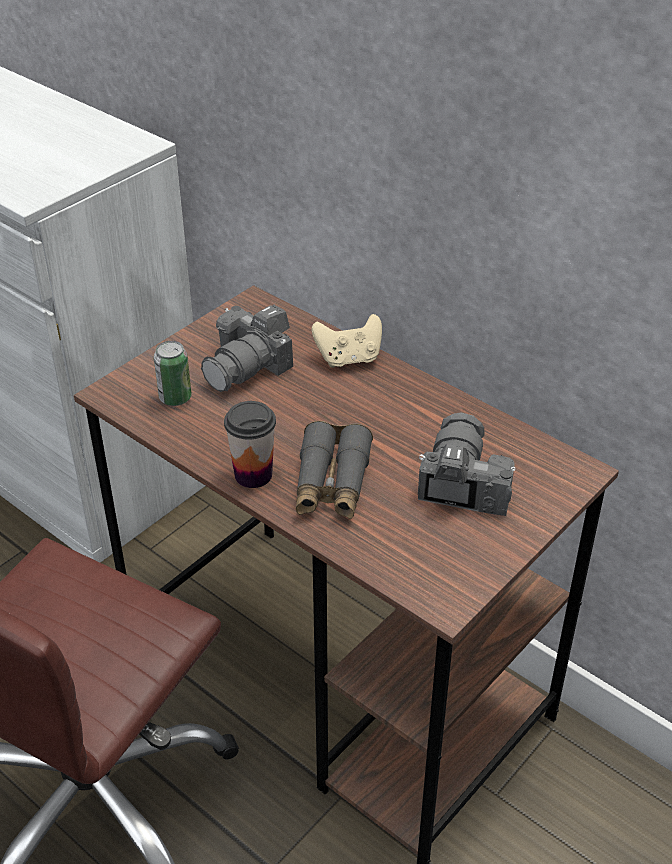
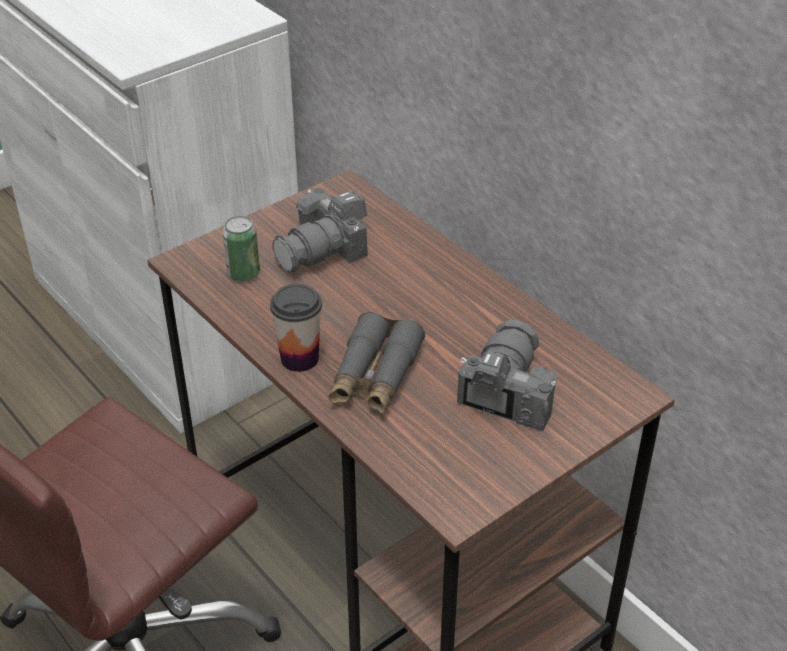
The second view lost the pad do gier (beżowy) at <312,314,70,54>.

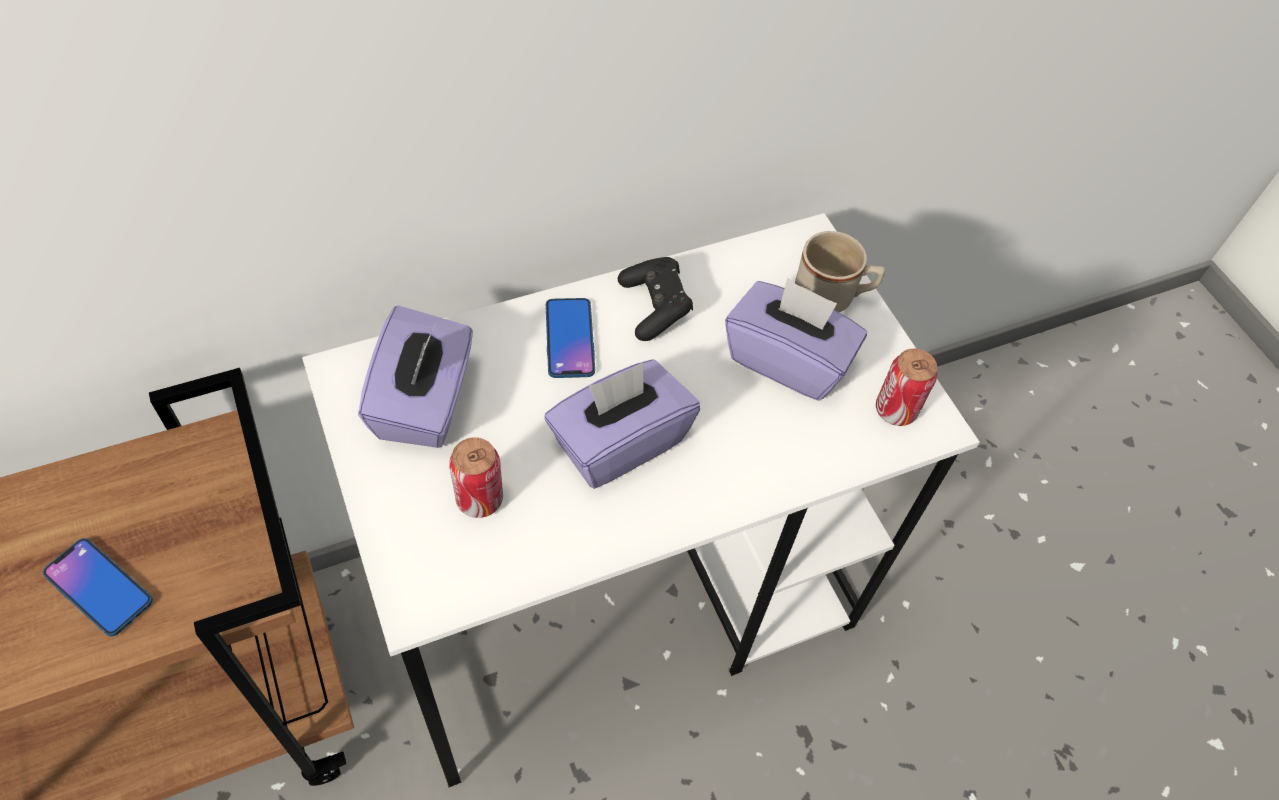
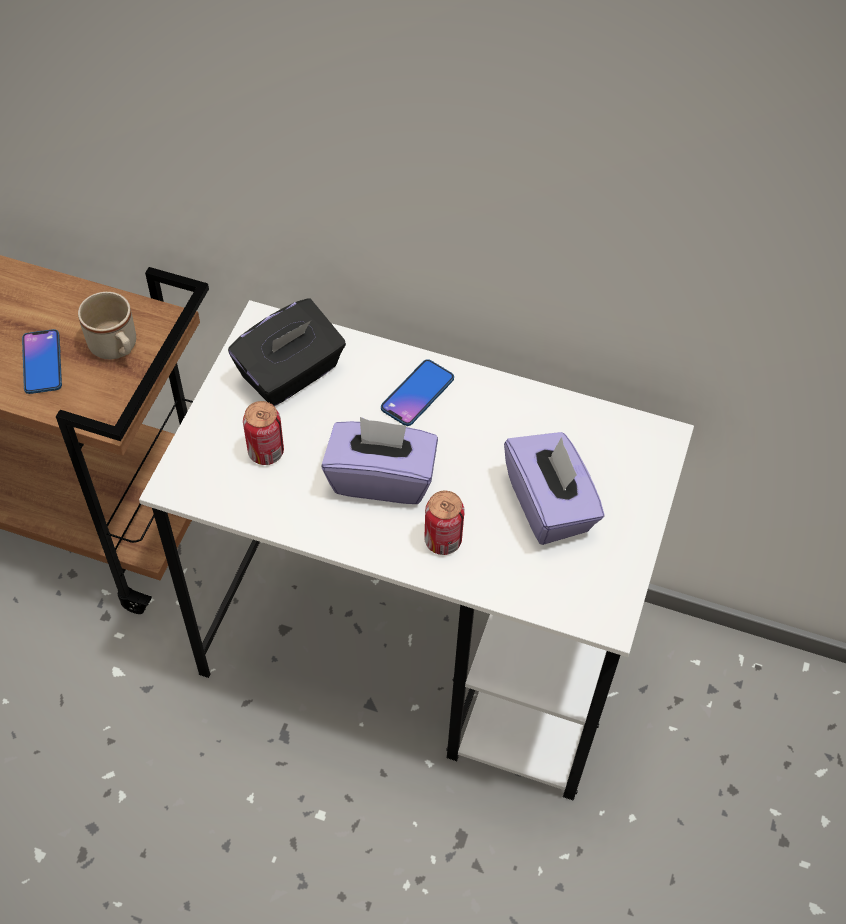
The kubek (beżowy) ended up elsewhere, having gone from <795,231,90,81> to <78,292,58,67>.
What was the pudełko chusteczek (fioletowy) at <358,305,115,143> turned into the pudełko chusteczek (czarny) at <228,298,118,108>.
The puszka ended up elsewhere, having gone from <876,349,61,77> to <424,491,41,64>.
The second view lost the pad do gier (czarny) at <618,257,75,84>.

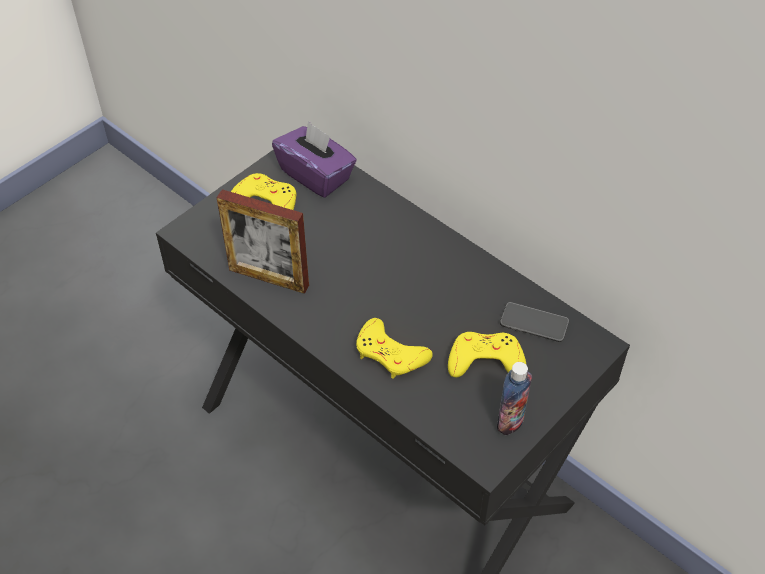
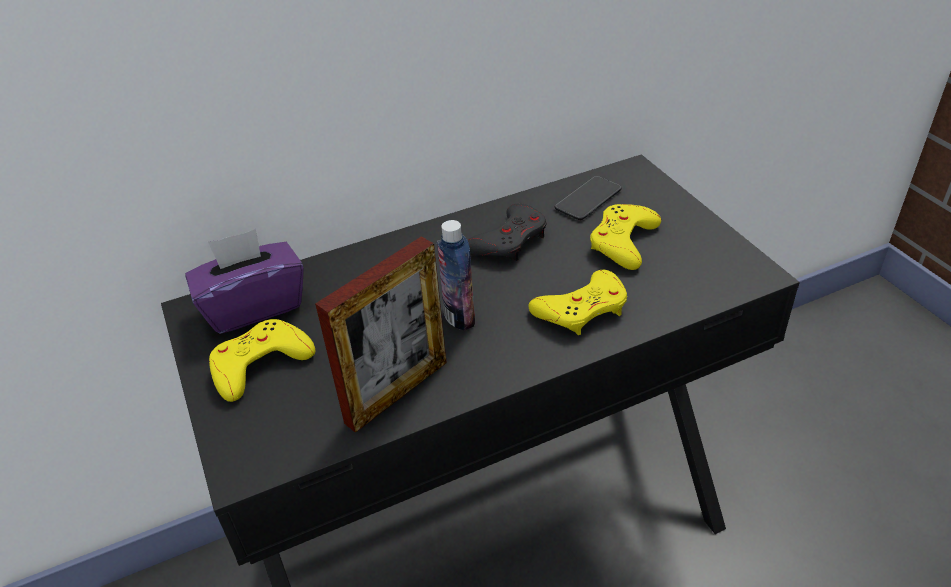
The butelka ended up elsewhere, having gone from <497,362,35,73> to <437,220,38,111>.
The second view gained the pad do gier (szary) at <468,203,79,58>.

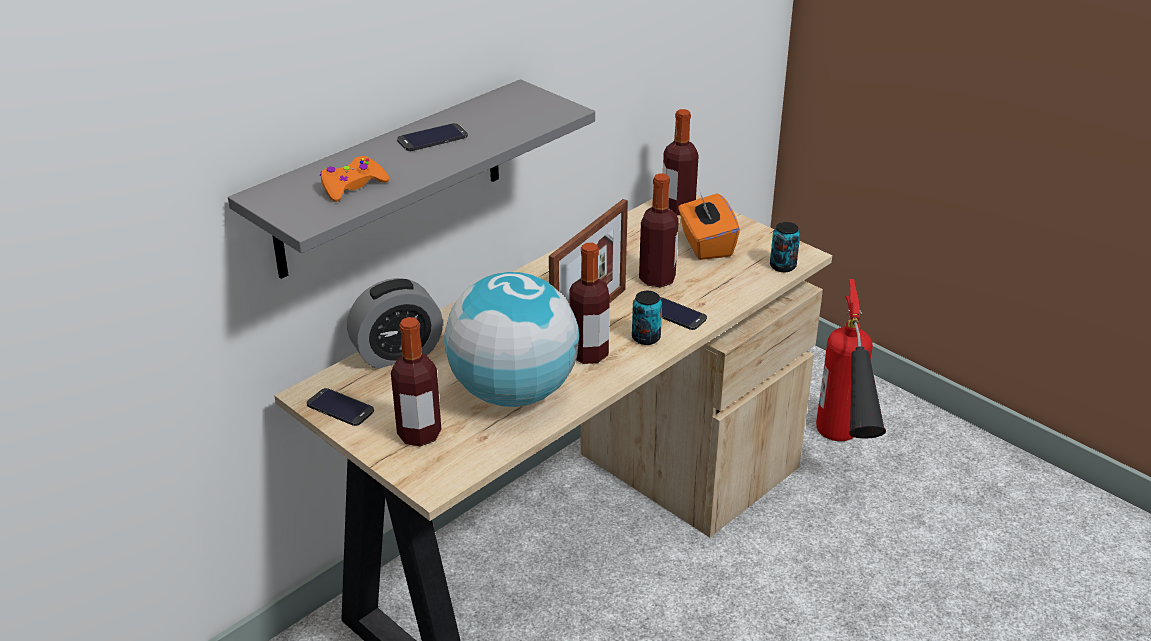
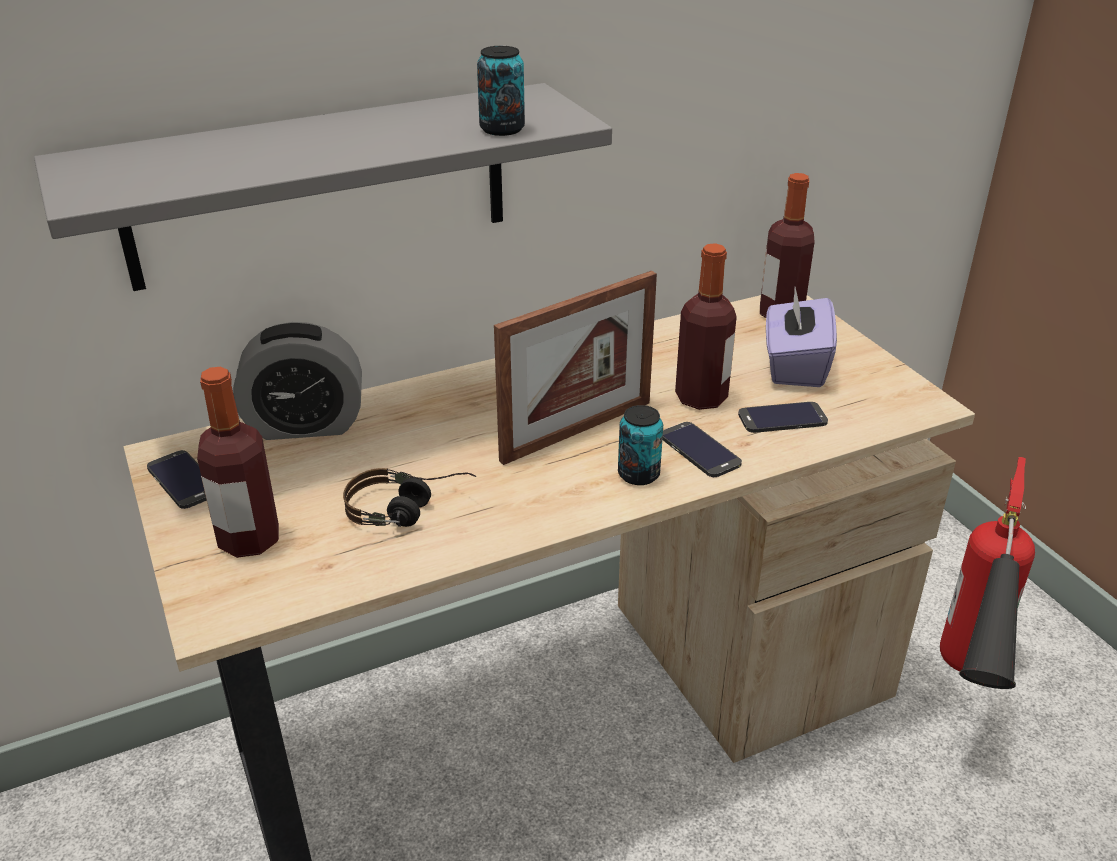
Where the globus stood at <444,272,135,135>, the słuchawki came to stand at <343,468,133,59>.
The puszka ended up elsewhere, having gone from <770,222,30,50> to <477,46,48,90>.
The telefon ended up elsewhere, having gone from <397,123,71,28> to <738,402,90,31>.
What was the pudełko chusteczek (pomarańczowy) at <678,190,62,70> turned into the pudełko chusteczek (fioletowy) at <766,287,71,100>.
The second view lost the pad do gier (pomarańczowy) at <320,156,69,46>.
The second view lost the butelka at <569,243,41,121>.

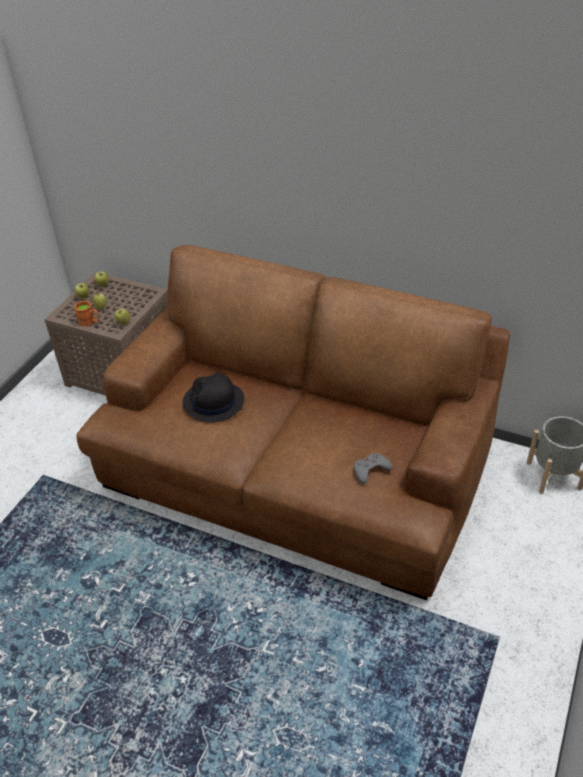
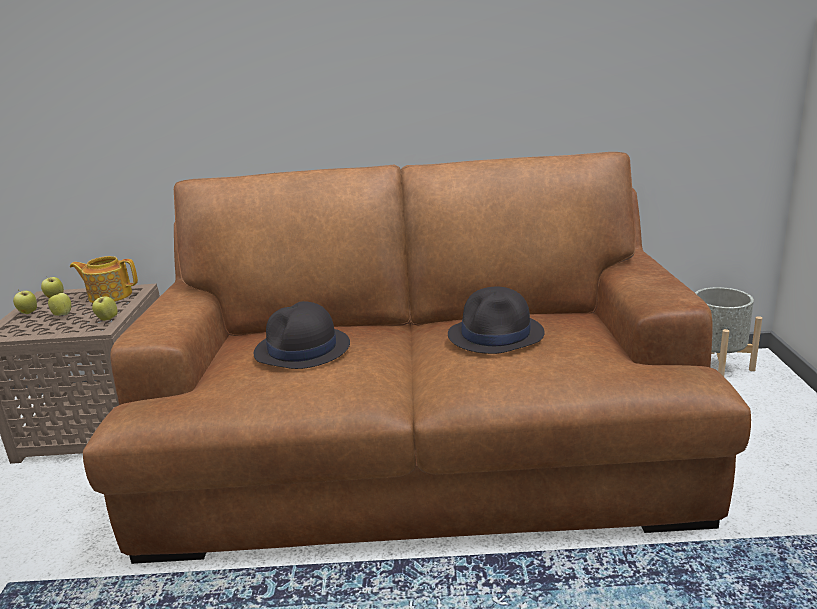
The second view gained the imbryk at <70,256,68,47>.
The second view gained the kapelusz (czarny) at <448,287,96,67>.
The second view lost the kubek (pomarańczowy) at <74,301,26,25>.
The second view lost the pad do gier (szary) at <354,453,39,31>.

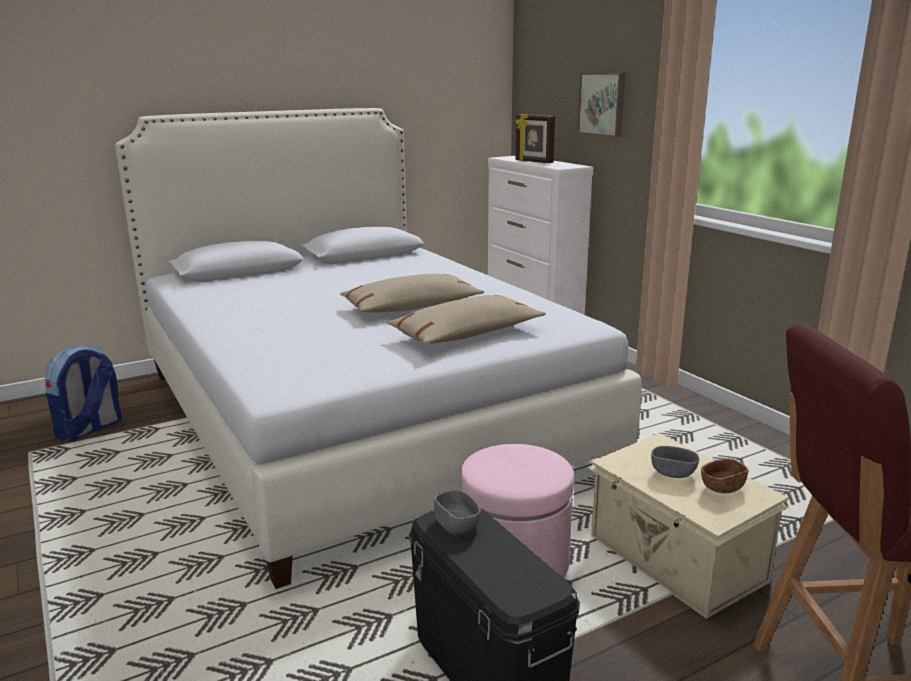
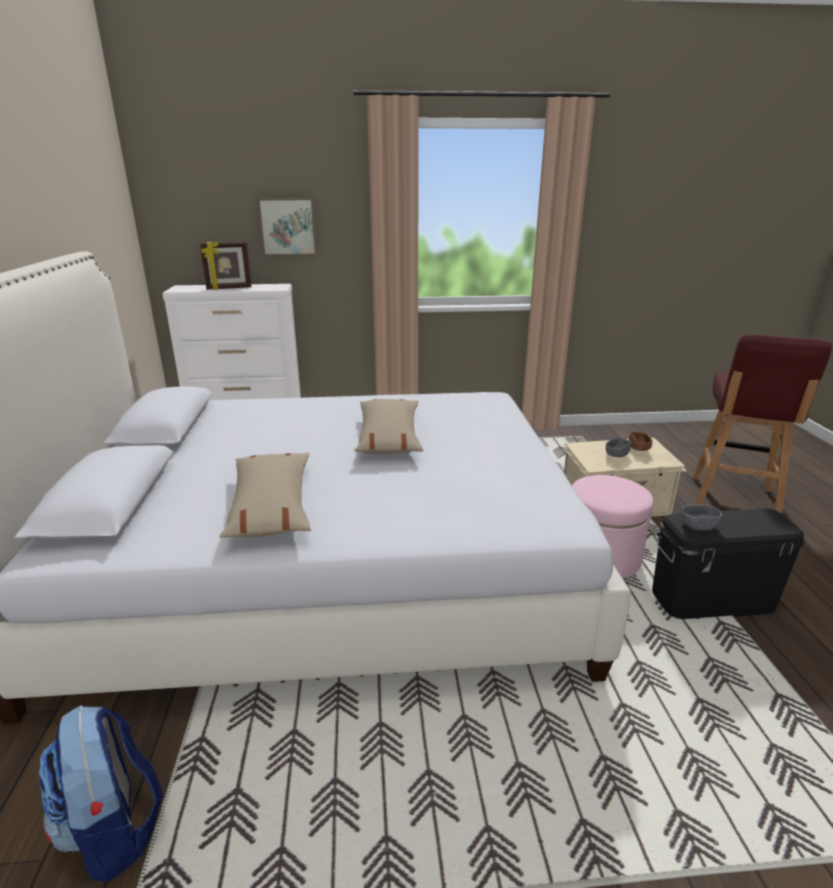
The poduszka (beżowy) ended up elsewhere, having gone from <387,295,159,49> to <219,452,92,86>.

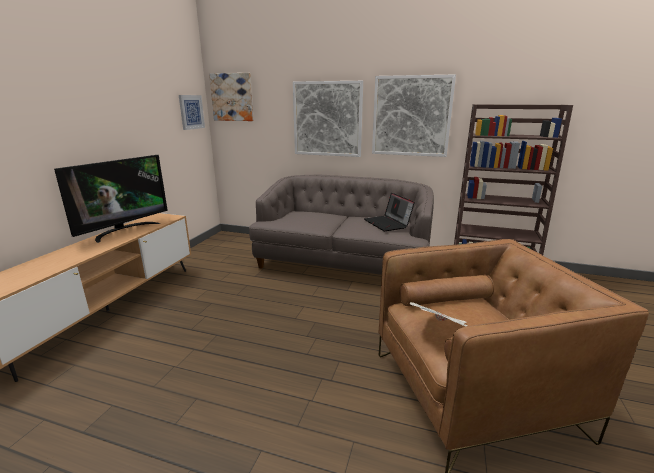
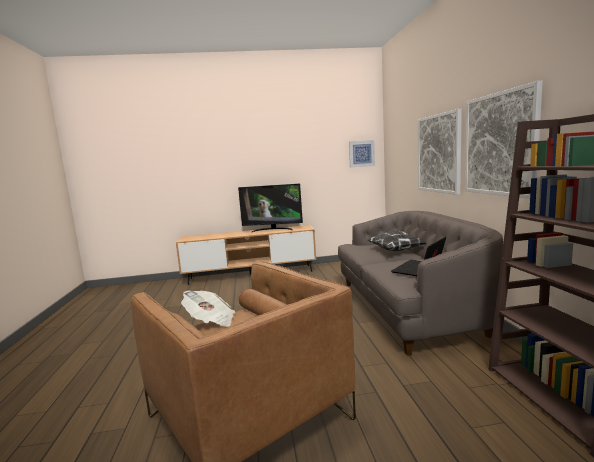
The second view gained the poduszka at <368,230,59,21>.
The second view lost the obraz at <209,73,45,48>.

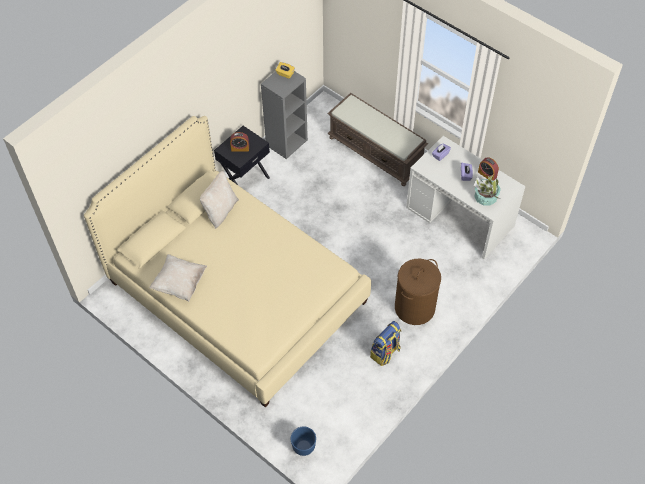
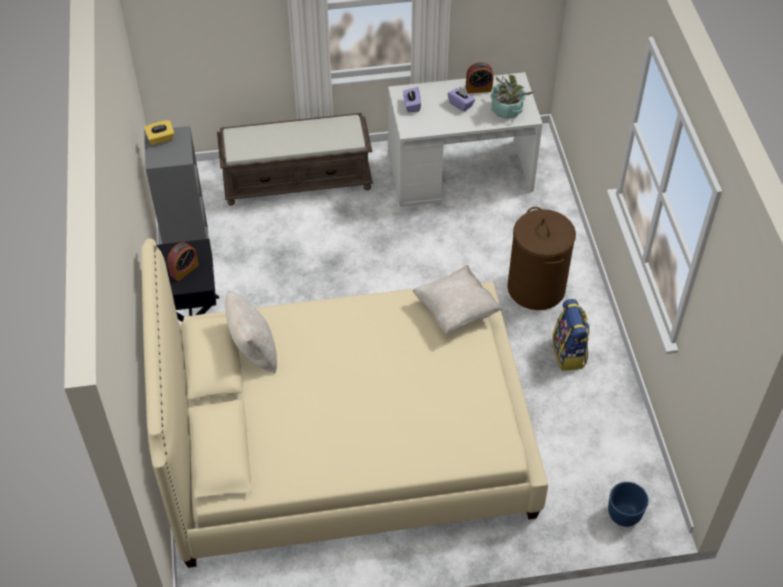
The poduszka (beżowy) ended up elsewhere, having gone from <149,254,58,48> to <413,265,90,69>.

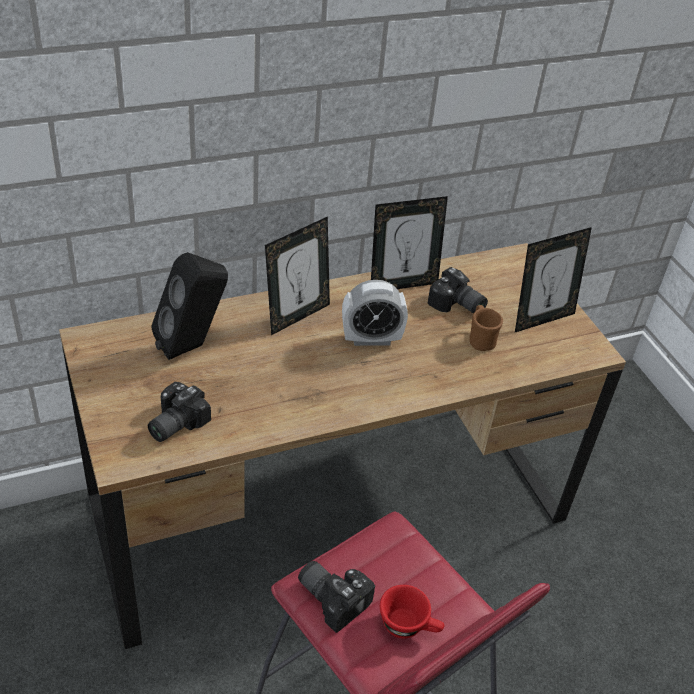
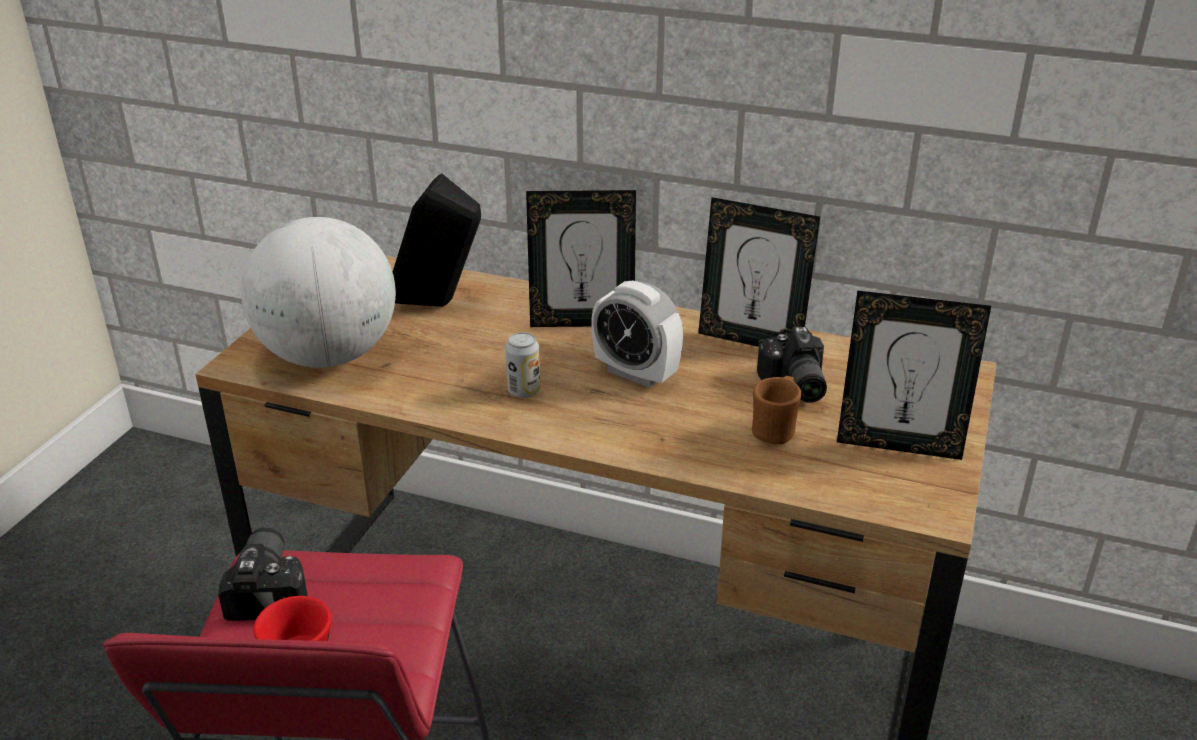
Where the aparat fotograficzny stood at <148,382,63,60>, the globus came to stand at <241,217,155,151>.
The second view gained the puszka at <505,332,35,66>.

